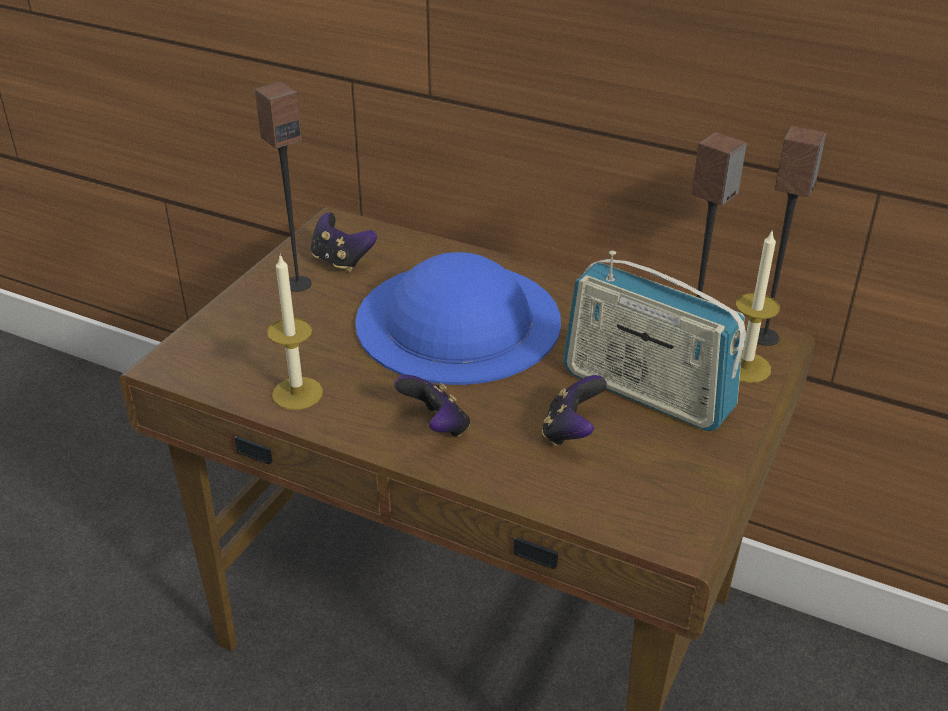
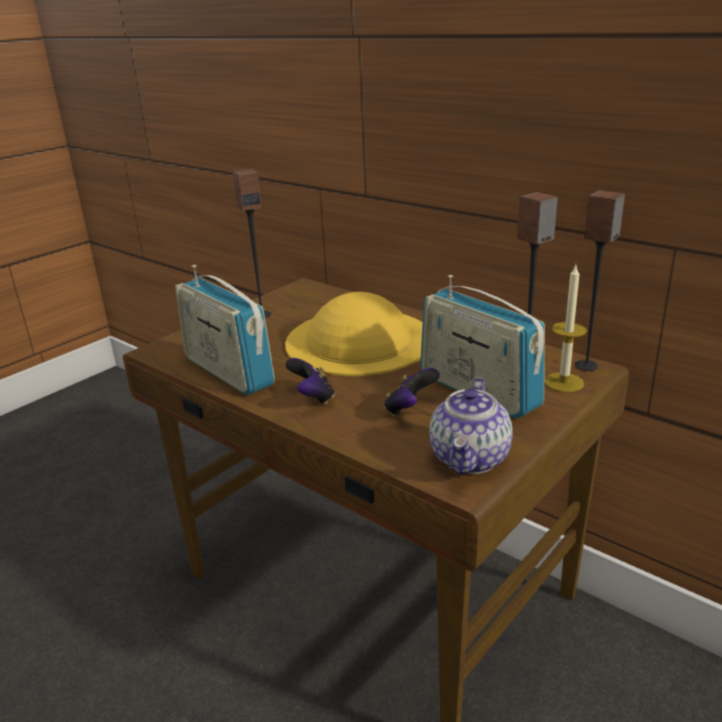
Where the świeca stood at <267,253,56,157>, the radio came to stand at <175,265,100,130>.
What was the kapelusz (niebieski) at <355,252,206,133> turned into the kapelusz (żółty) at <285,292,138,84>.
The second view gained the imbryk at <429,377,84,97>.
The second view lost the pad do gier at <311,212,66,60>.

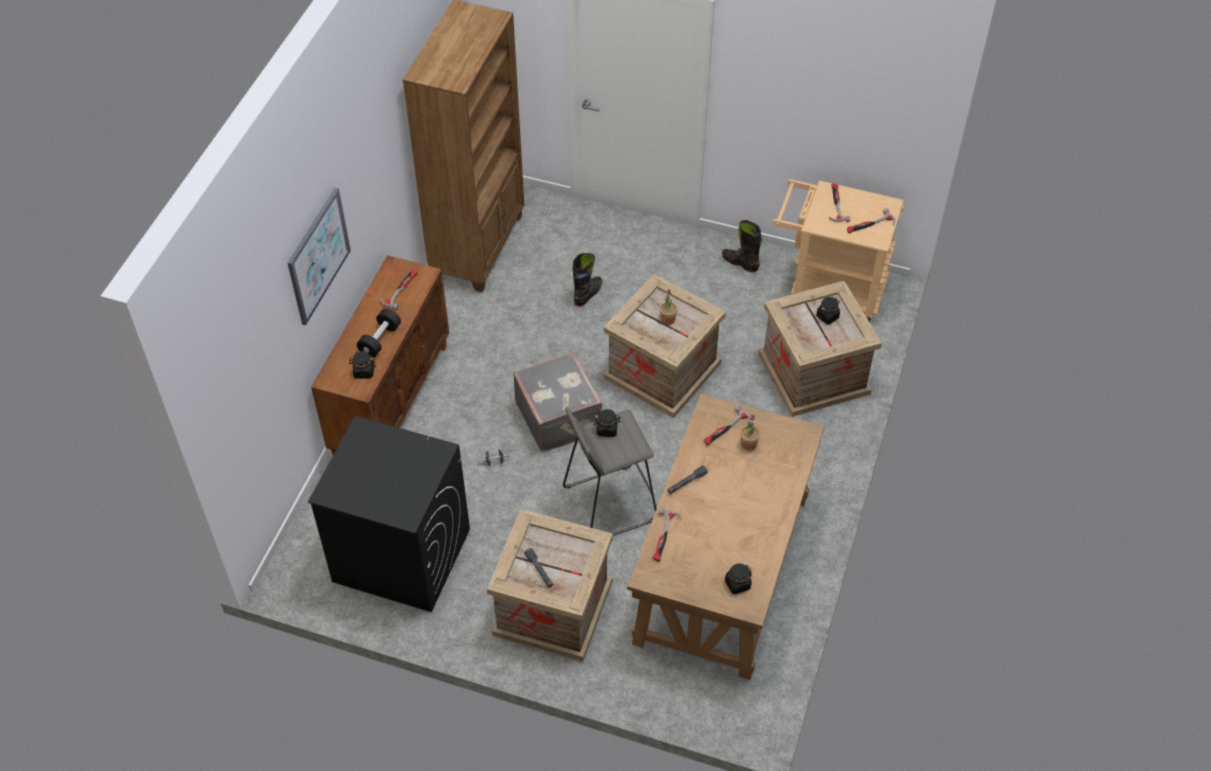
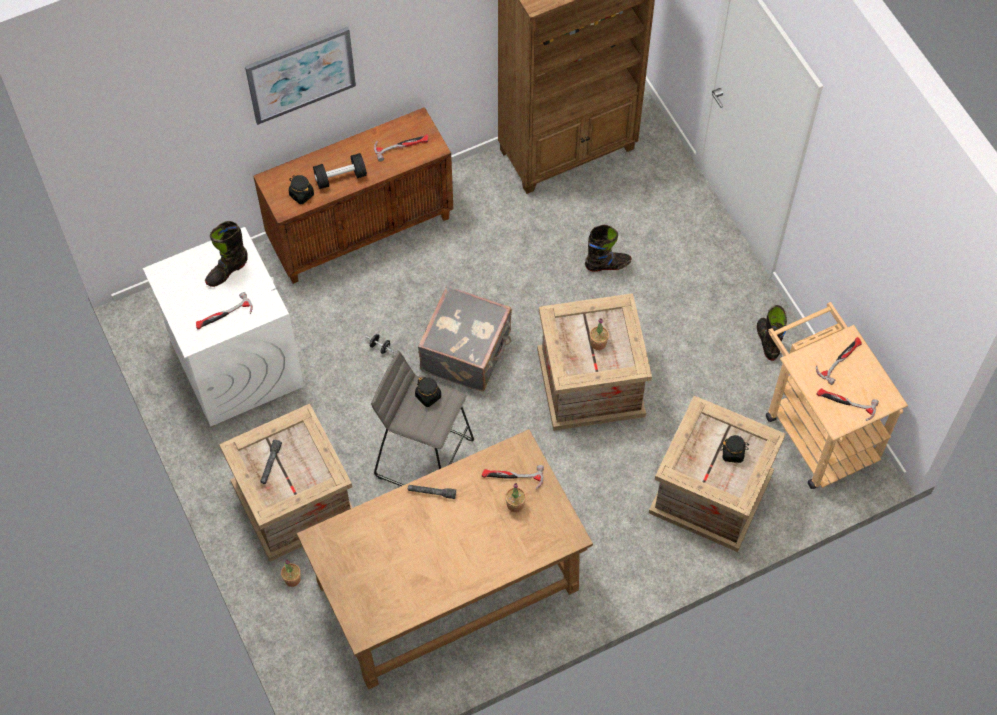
What was the pralka (czarny) at <308,416,162,196> turned into the pralka (biały) at <143,227,161,200>.
The młotek ended up elsewhere, having gone from <652,508,30,54> to <196,292,57,38>.
The second view gained the but z cholewką (czarny) at <205,221,43,66>.
The second view gained the roślina doniczkowa at <281,560,20,27>.
The second view lost the słoik (czarny) at <725,563,27,31>.

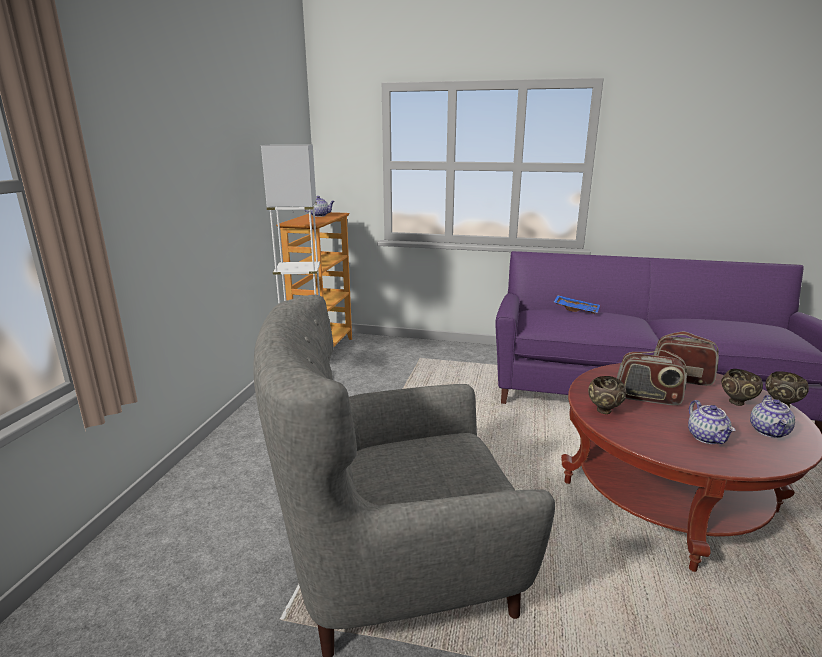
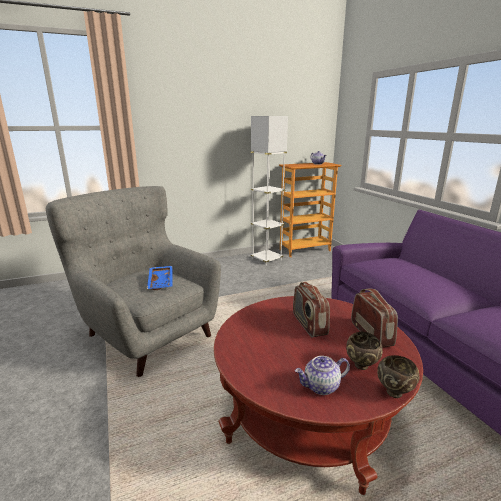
The taca (niebieski) ended up elsewhere, having gone from <554,295,46,19> to <147,266,26,24>.
The second view lost the miska (brązowy) at <588,376,38,38>.
The second view lost the imbryk at <688,400,47,44>.

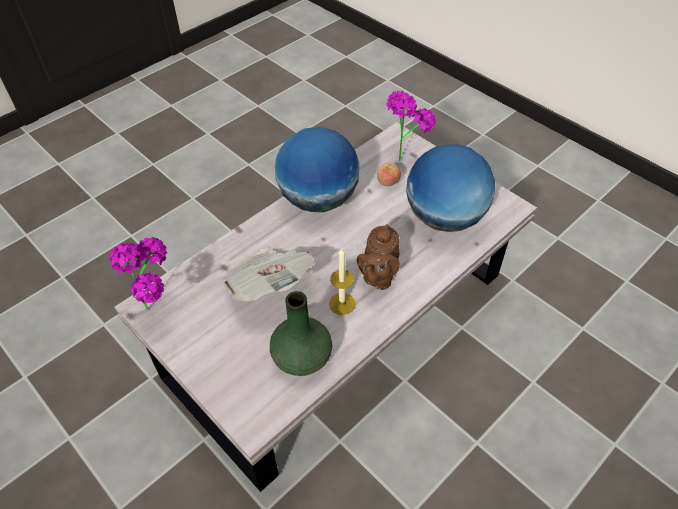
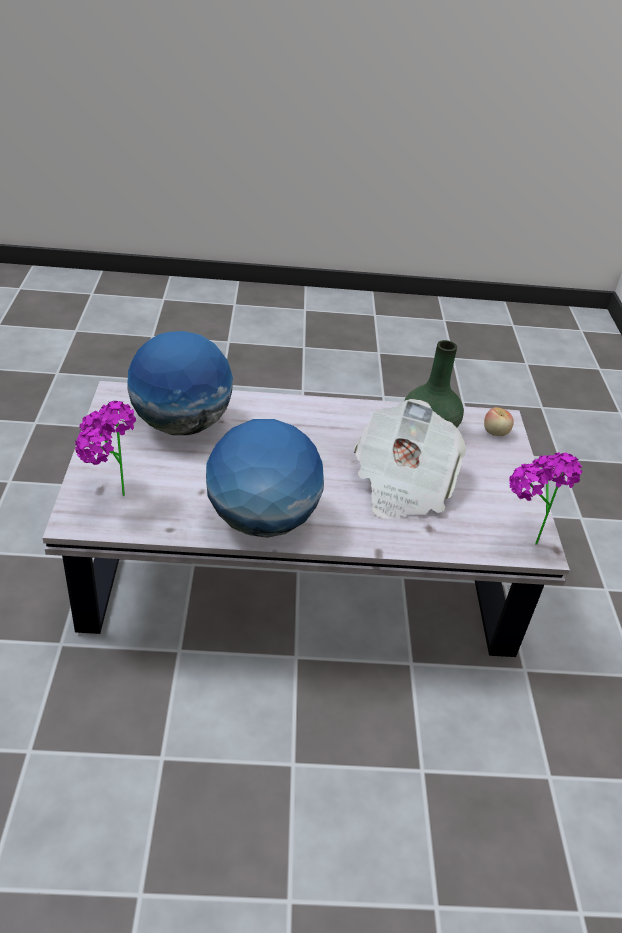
The jabłko ended up elsewhere, having gone from <377,163,24,23> to <484,407,30,29>.
The second view lost the świeca at <329,248,27,67>.
The second view lost the imbryk (brązowy) at <357,224,43,66>.

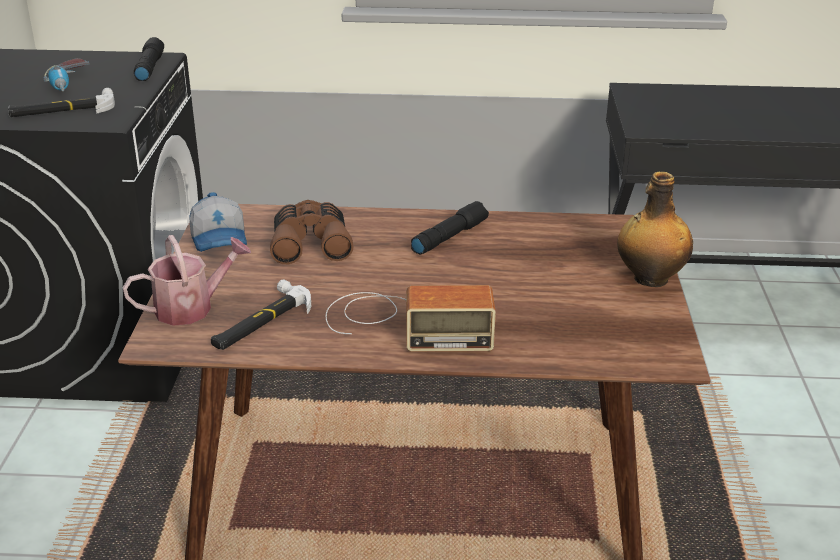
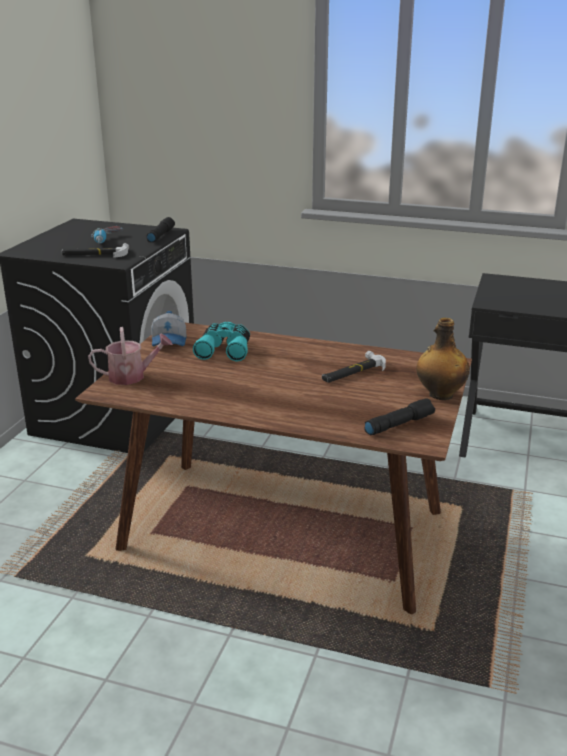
What was the lornetka (brązowy) at <270,200,84,64> turned into the lornetka (turkusowy) at <193,322,57,39>.
The młotek ended up elsewhere, having gone from <211,279,100,71> to <322,351,64,32>.
The latarka (czarny) ended up elsewhere, having gone from <411,201,78,54> to <364,398,71,37>.
The second view lost the radio at <326,285,170,66>.

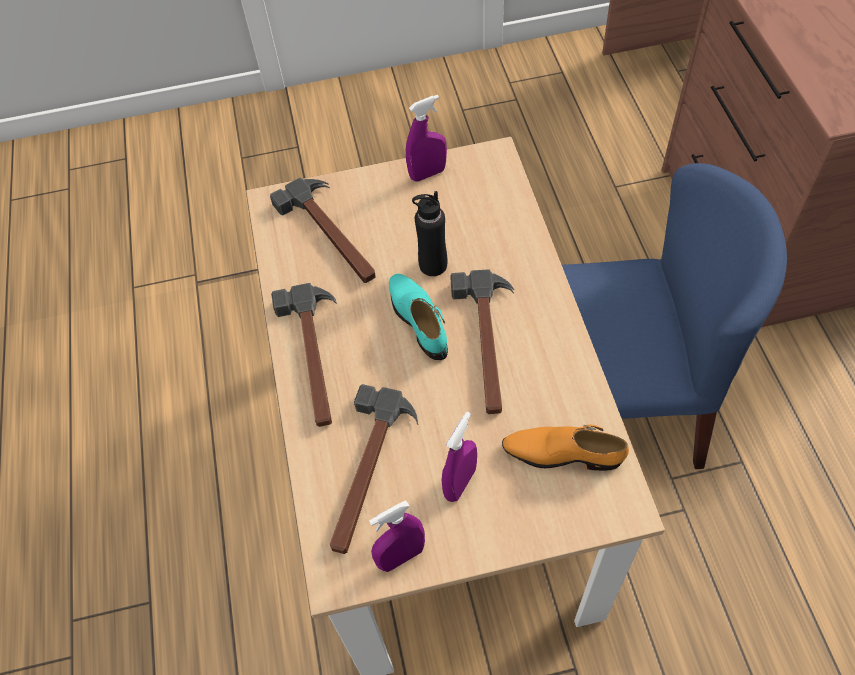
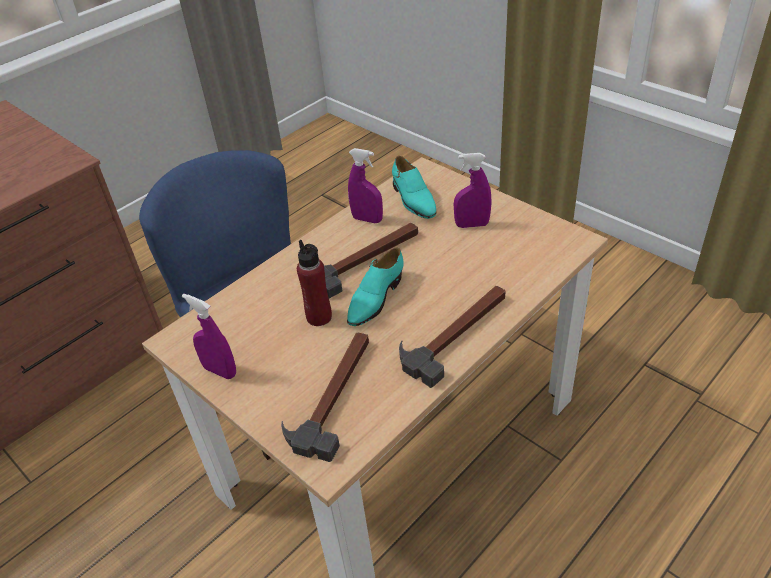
What was the butelka (czarny) at <412,191,35,85> turned into the butelka (czerwony) at <297,240,35,86>.
The spryskiwacz (fioletowy) ended up elsewhere, having gone from <369,501,56,71> to <348,148,35,75>.
What was the but (pomarańczowy) at <502,424,127,47> turned into the but (turkusowy) at <392,156,45,63>.
The second view lost the młotek at <330,384,88,170>.

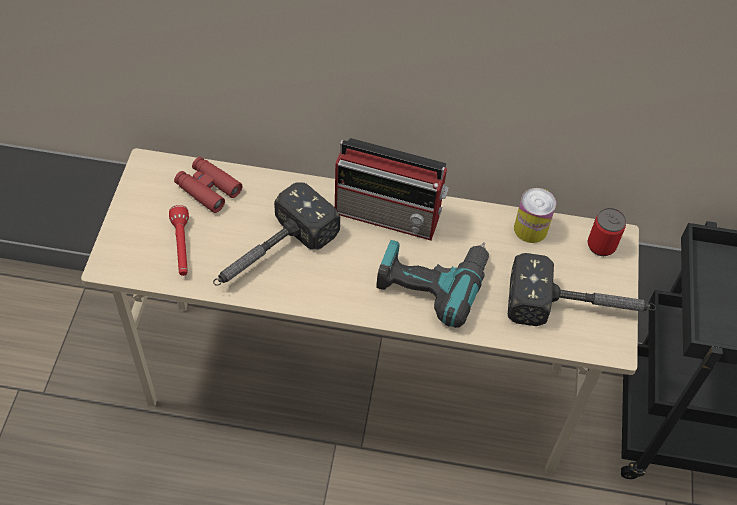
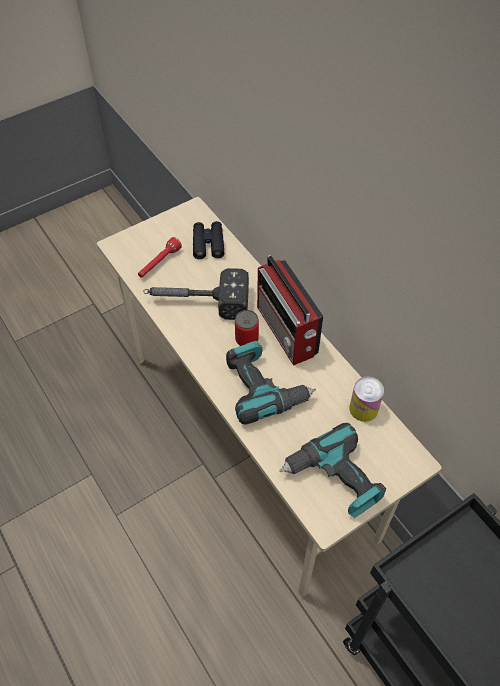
What was the lornetka (czerwony) at <174,157,68,56> turned into the lornetka (czarny) at <193,221,31,38>.
The puszka ended up elsewhere, having gone from <588,208,38,48> to <235,310,24,36>.
Where the młotek stood at <508,253,148,73>, the wiertarka came to stand at <279,423,107,95>.

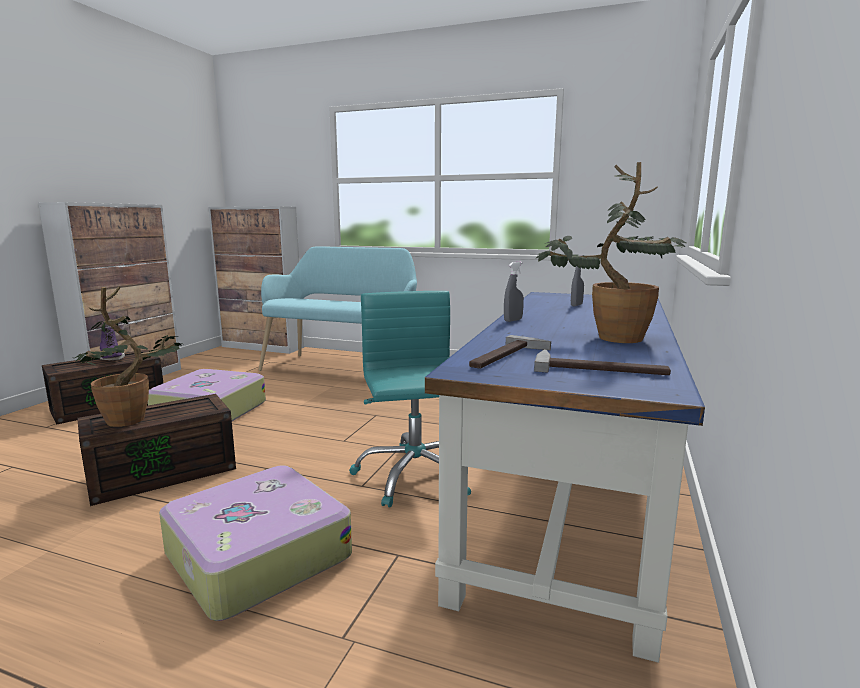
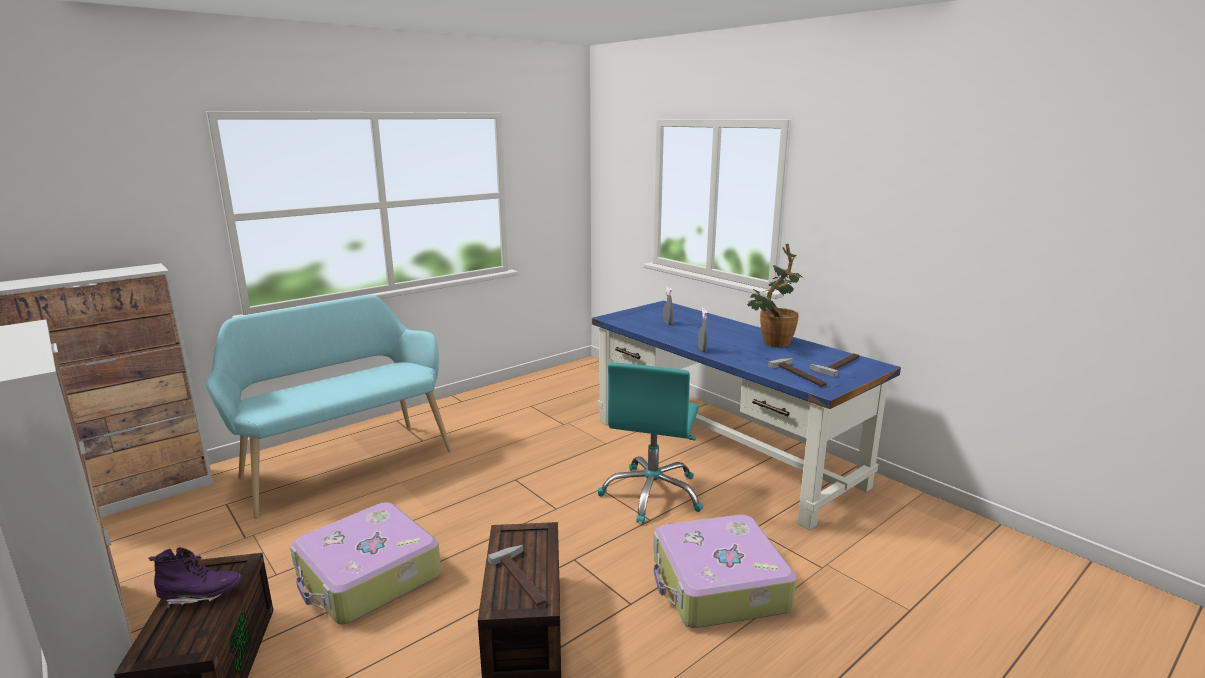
Where the roślina doniczkowa stood at <75,287,107,140>, the młotek came to stand at <488,545,58,61>.
The krzesło biurowe (turkusowy) at <349,291,122,217> ended up facing another way, 90 degrees counterclockwise from before.

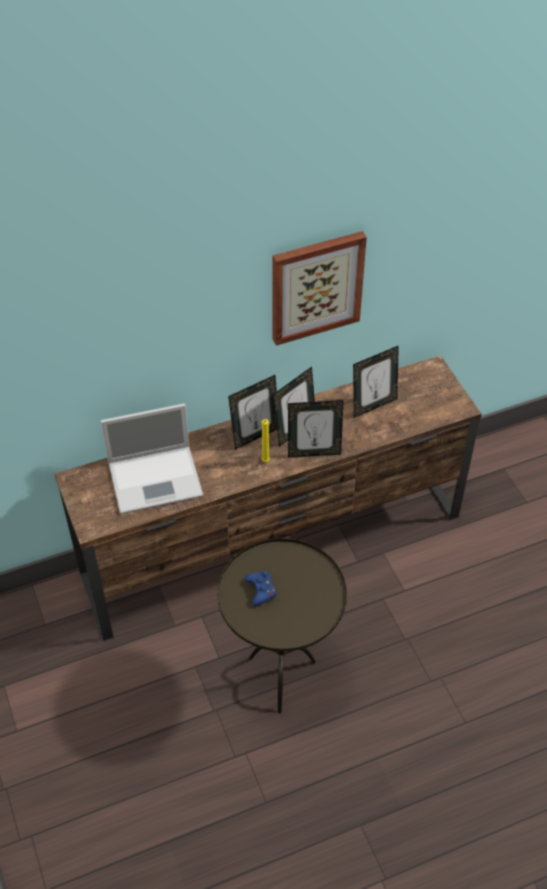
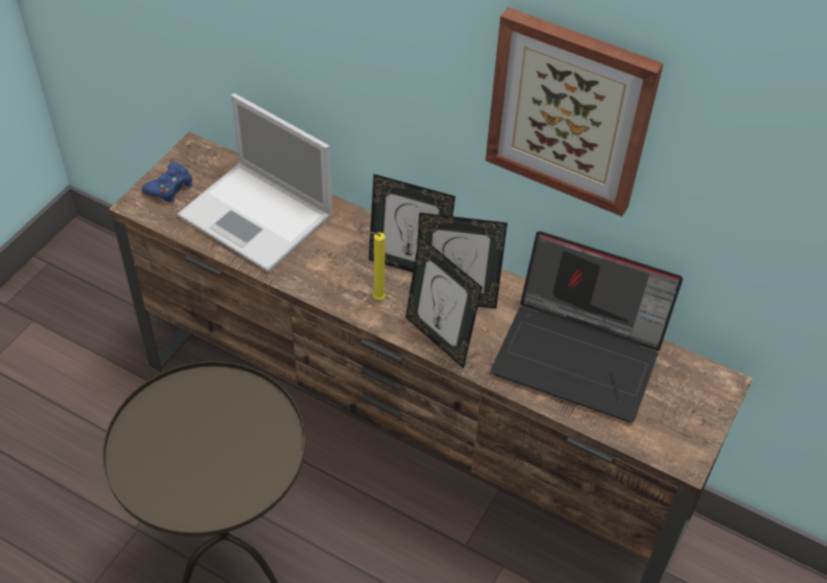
The pad do gier (niebieski) ended up elsewhere, having gone from <245,571,32,35> to <142,162,51,40>.
Where the ramka na zdjęcie stood at <353,345,46,73>, the laptop came to stand at <491,231,192,191>.

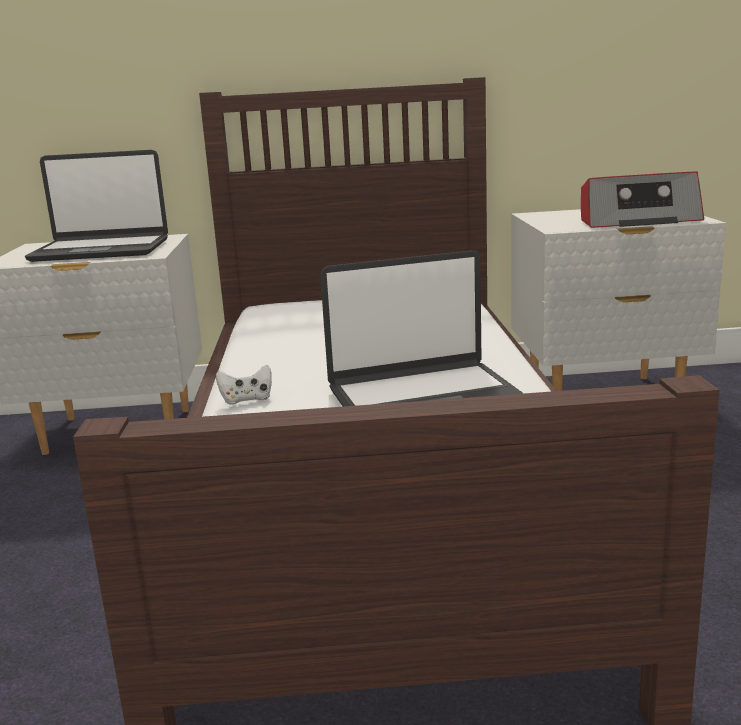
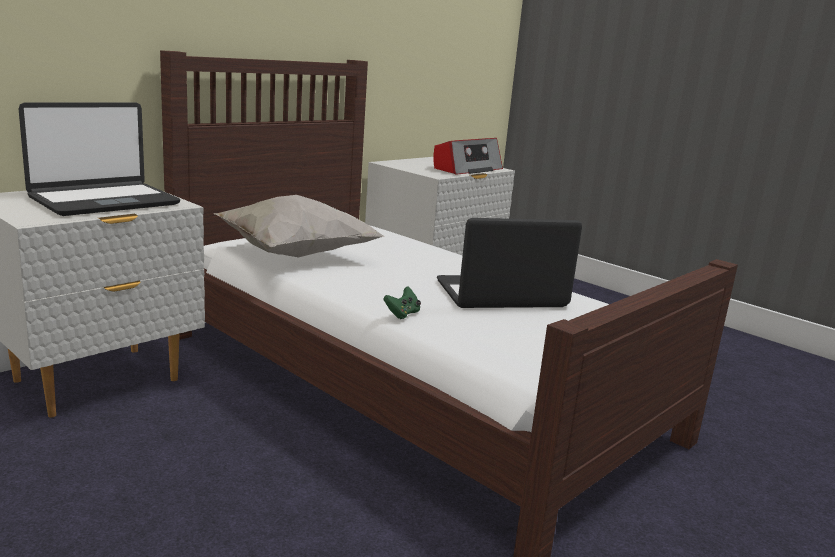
The second view gained the poduszka (biały) at <214,195,171,62>.
What was the pad do gier (biały) at <216,365,56,40> turned into the pad do gier (zielony) at <384,286,37,33>.
The laptop at <320,250,204,157> ended up facing another way, 135 degrees counterclockwise from before.

